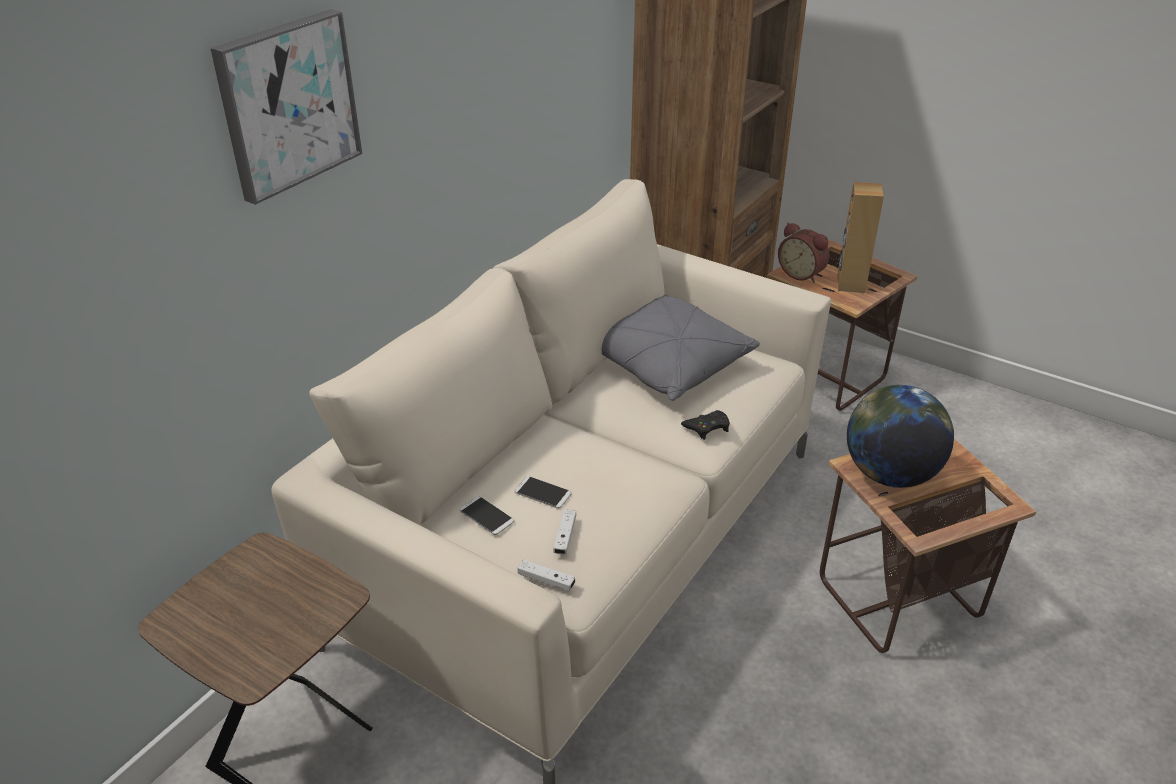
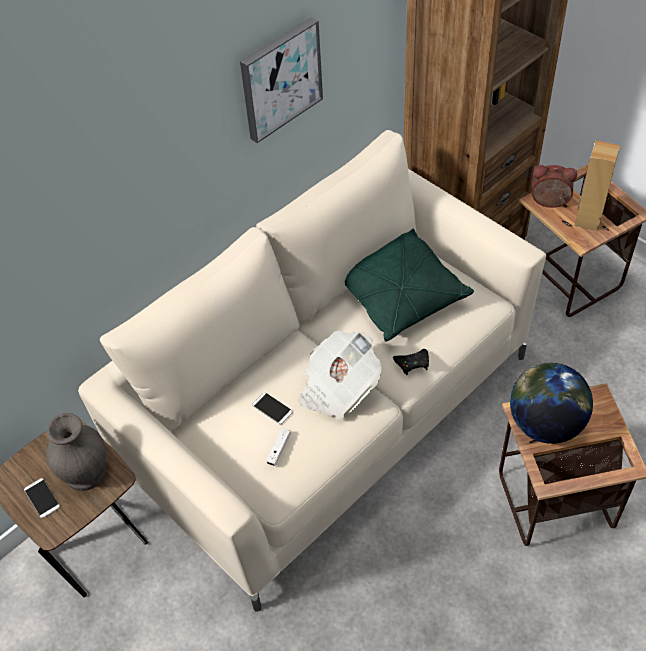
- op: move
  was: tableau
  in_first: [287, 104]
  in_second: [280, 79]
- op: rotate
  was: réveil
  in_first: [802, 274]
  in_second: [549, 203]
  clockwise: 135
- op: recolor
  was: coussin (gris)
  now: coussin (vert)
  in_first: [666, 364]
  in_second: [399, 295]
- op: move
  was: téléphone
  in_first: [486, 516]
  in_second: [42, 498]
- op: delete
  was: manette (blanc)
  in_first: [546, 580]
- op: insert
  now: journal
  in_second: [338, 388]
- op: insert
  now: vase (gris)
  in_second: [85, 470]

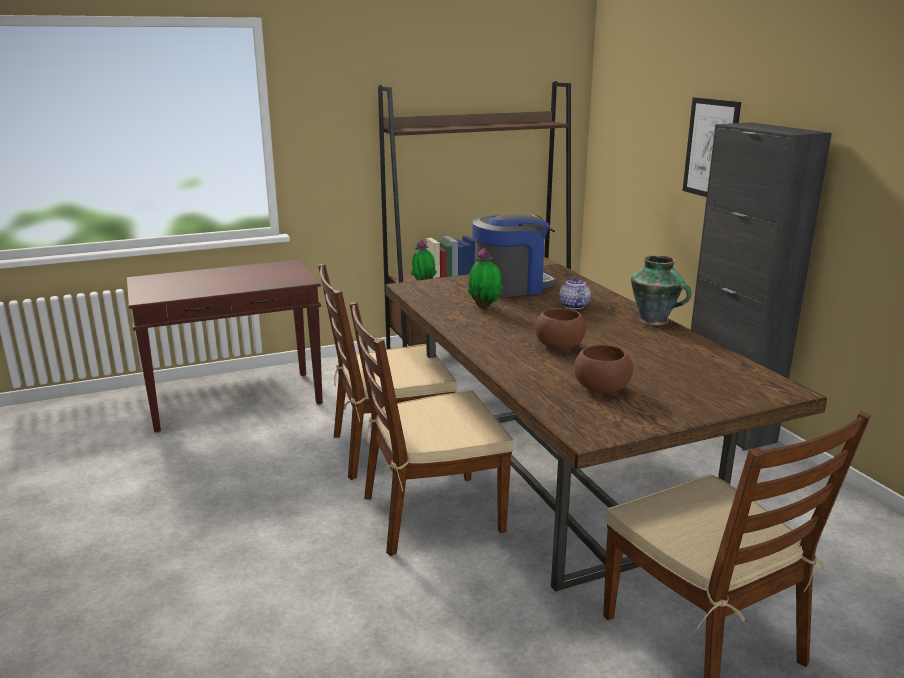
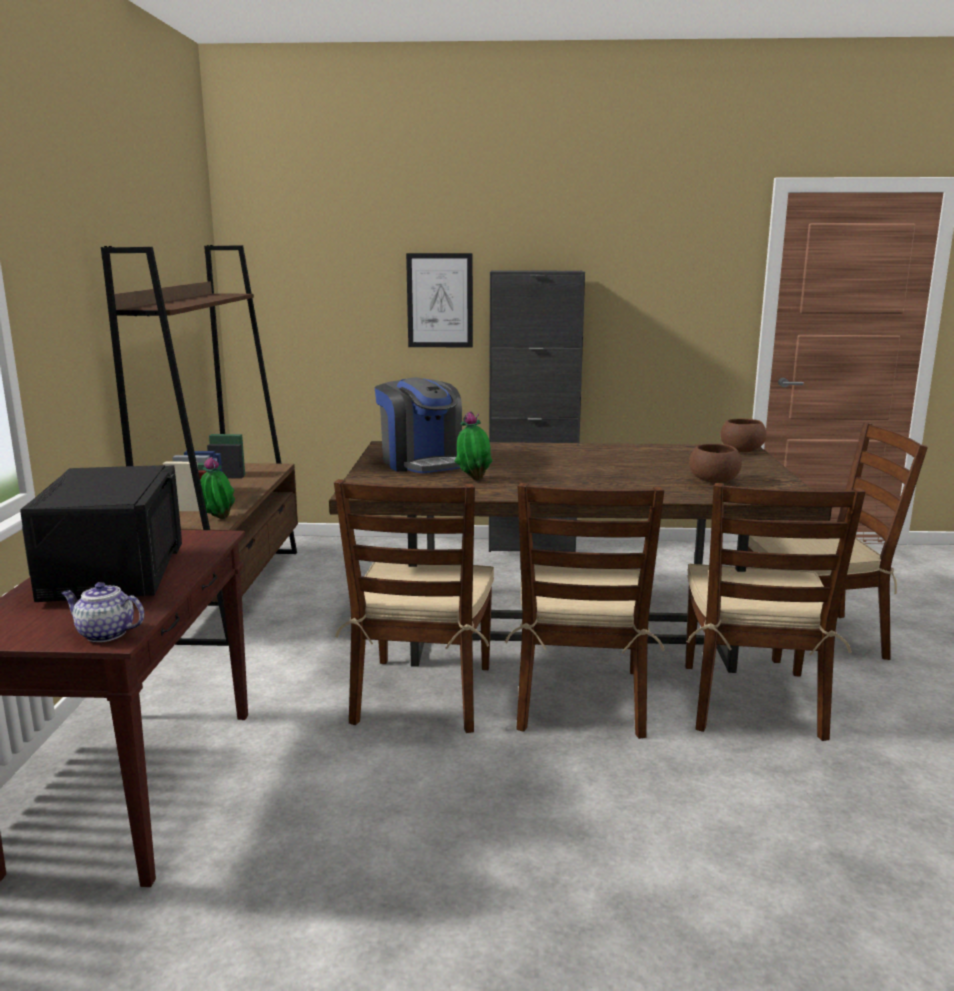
- op: rotate
  was: machine à café
  in_first: [511, 286]
  in_second: [421, 463]
  clockwise: 150
- op: delete
  was: vase
  in_first: [655, 321]
- op: move
  was: théière
  in_first: [573, 306]
  in_second: [104, 634]
- op: move
  was: bol (marron)
  in_first: [559, 346]
  in_second: [741, 450]
- op: insert
  now: micro-ondes (noir)
  in_second: [111, 575]
- op: insert
  now: chaise (marron)
  in_second: [751, 701]

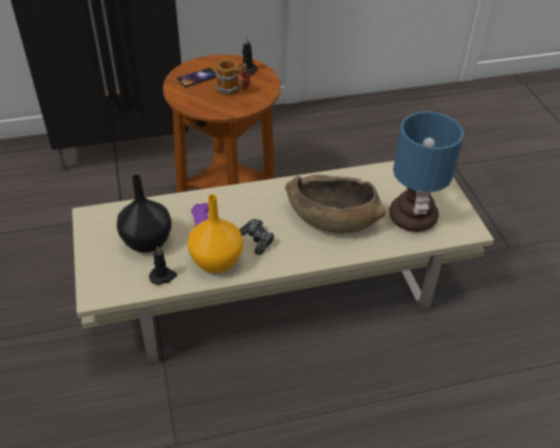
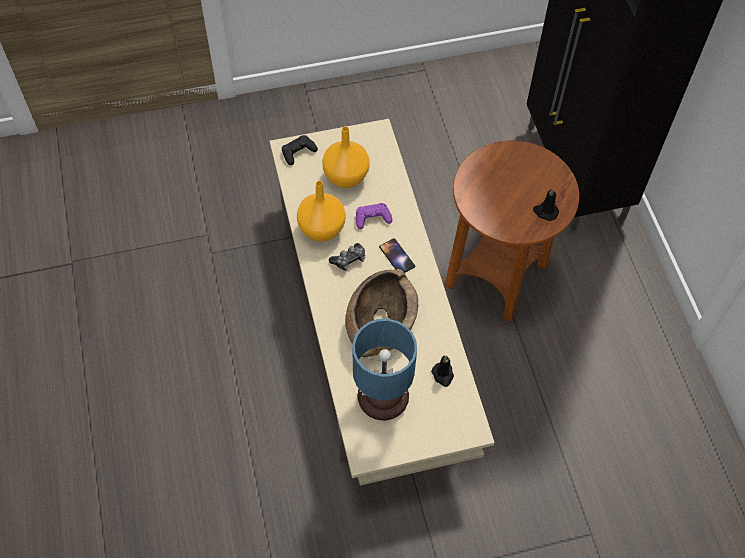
- op: delete
  was: mug
  in_first: [232, 90]
- op: move
  was: téléphone
  in_first: [197, 78]
  in_second: [397, 257]
- op: recolor
  was: vase (noir)
  now: vase (orange)
  in_first: [146, 241]
  in_second: [347, 176]
- op: move
  was: bougie (noir)
  in_first: [163, 276]
  in_second: [443, 375]
- op: insert
  now: manette (noir)
  in_second: [298, 152]

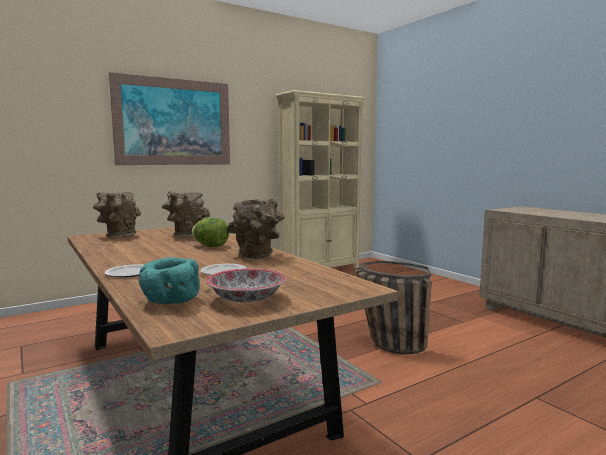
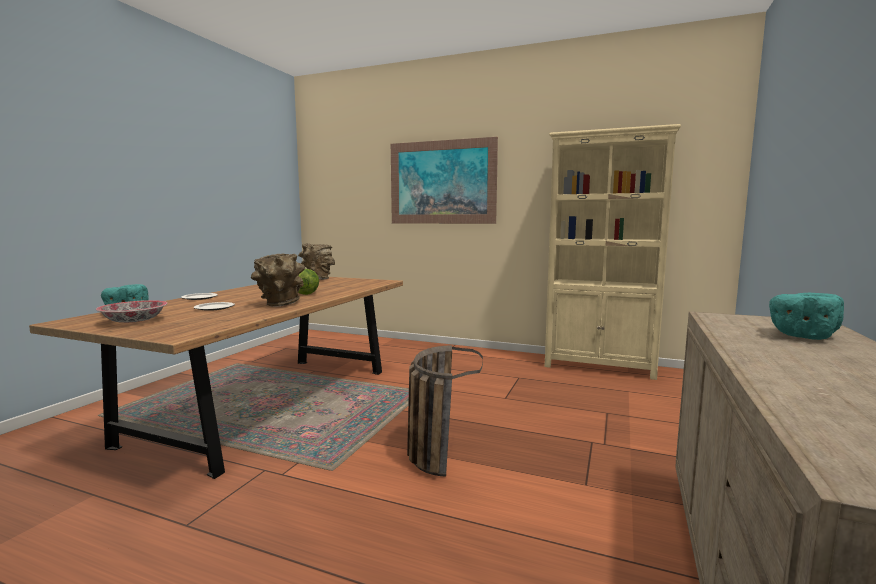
- op: delete
  was: vase (marron)
  in_first: [186, 236]
- op: insert
  now: bol (turquoise)
  in_second: [800, 336]

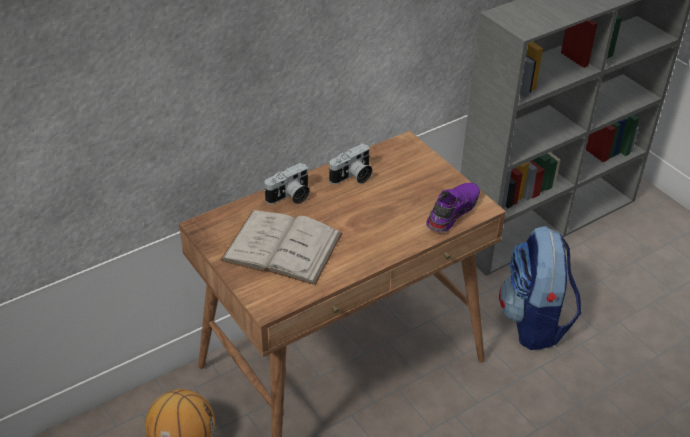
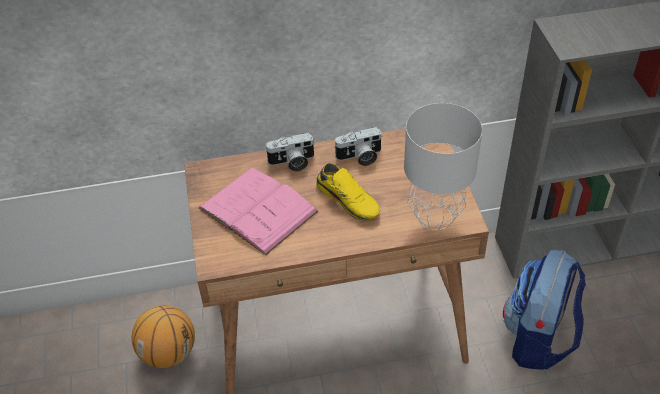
- op: replace
  was: chaussure (violet)
  now: lampe de table (gris)
  in_first: [451, 211]
  in_second: [433, 217]
- op: recolor
  was: livre (blanc)
  now: livre (rose)
  in_first: [282, 247]
  in_second: [258, 210]
- op: insert
  now: chaussure (jaune)
  in_second: [349, 200]

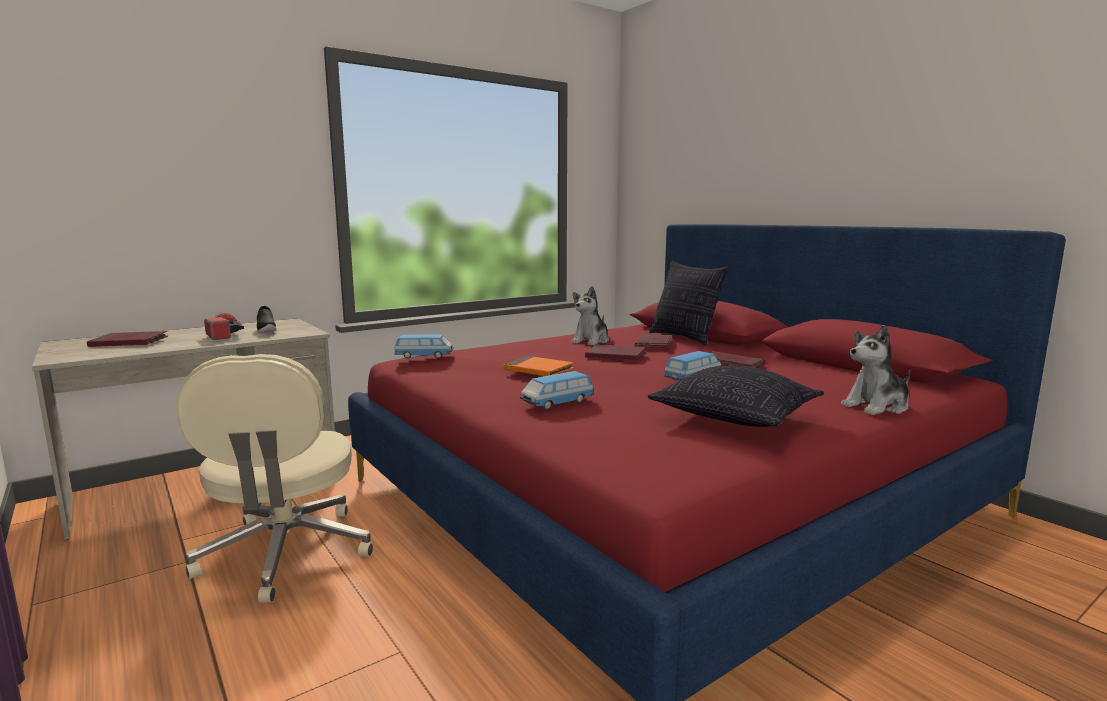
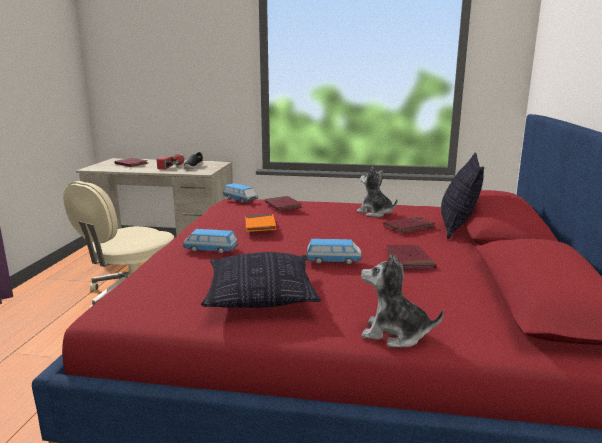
- op: rotate
  was: peluche
  in_first: [591, 341]
  in_second: [375, 213]
  clockwise: 60
- op: move
  was: livre (rouge)
  in_first: [615, 356]
  in_second: [283, 206]

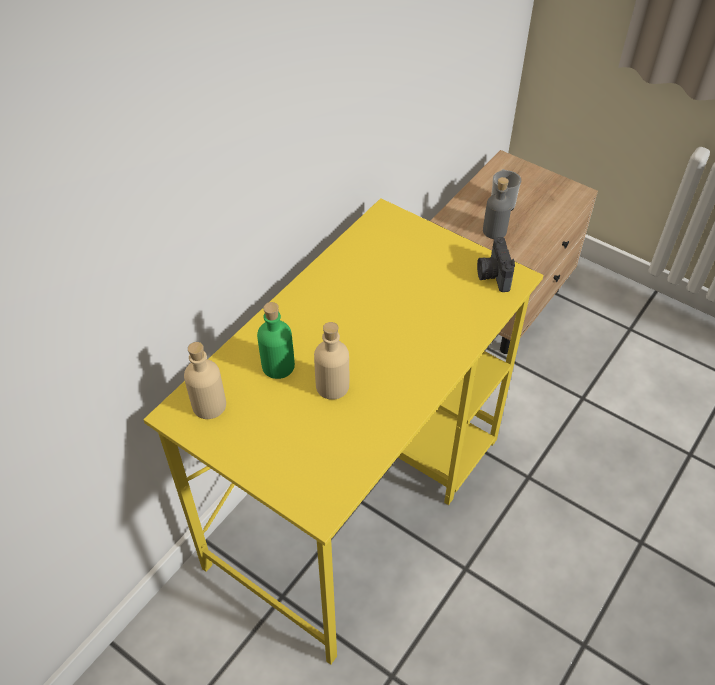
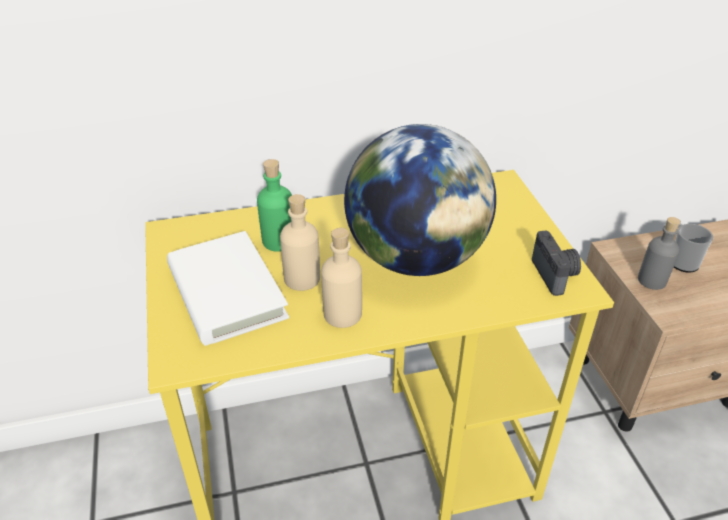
- op: rotate
  was: appareil photo
  in_first: [492, 275]
  in_second: [555, 275]
  clockwise: 135
- op: move
  was: bouteille (beige)
  in_first: [209, 405]
  in_second: [342, 314]
- op: insert
  now: globe
  in_second: [416, 258]
- op: insert
  now: livre (blanc)
  in_second: [226, 292]

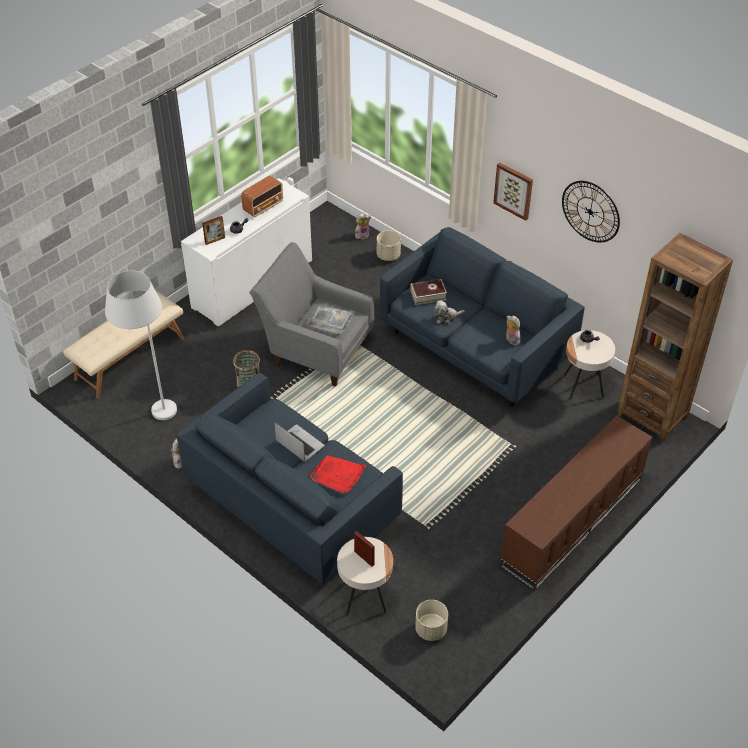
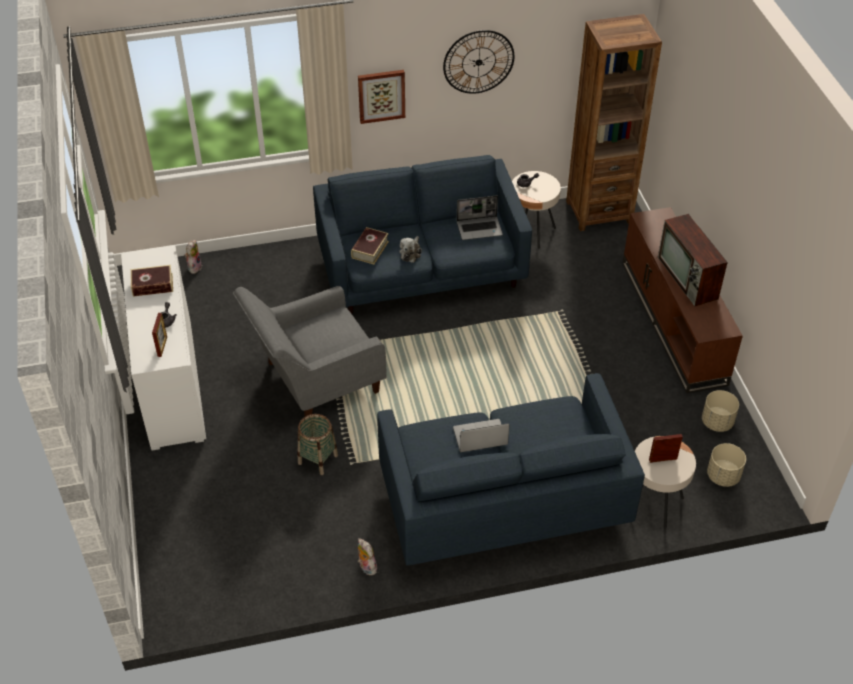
- op: replace
  was: radio
  now: livre
  in_first: [263, 206]
  in_second: [152, 285]
- op: move
  was: cache-pot (beige)
  in_first: [388, 256]
  in_second: [717, 422]
- op: delete
  was: lampadaire (blanc)
  in_first: [152, 405]
- op: delete
  was: banc (beige)
  in_first: [129, 358]
- op: delete
  was: plateau (gris)
  in_first: [330, 321]
- op: replace
  was: peluche
  now: ordinateur portable
  in_first: [511, 340]
  in_second: [479, 228]
- op: delete
  was: plateau (rouge)
  in_first: [337, 475]
- op: insert
  now: téléviseur
  in_second: [688, 279]

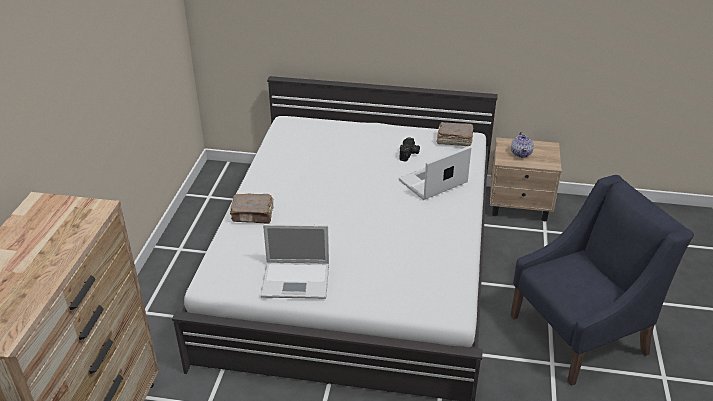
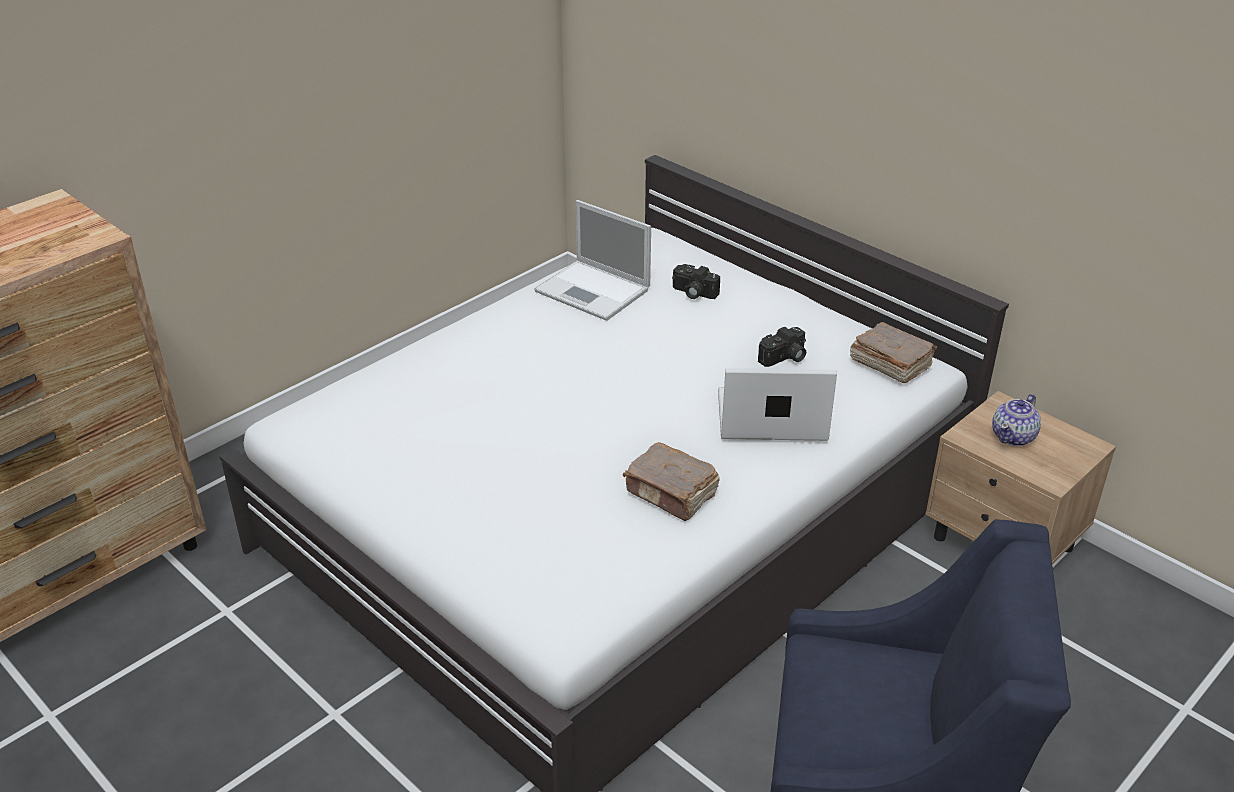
- op: move
  was: livre (marron)
  in_first: [253, 215]
  in_second: [671, 494]
- op: move
  was: ordinateur portable
  in_first: [297, 280]
  in_second: [594, 291]
- op: insert
  now: appareil photo
  in_second: [693, 293]

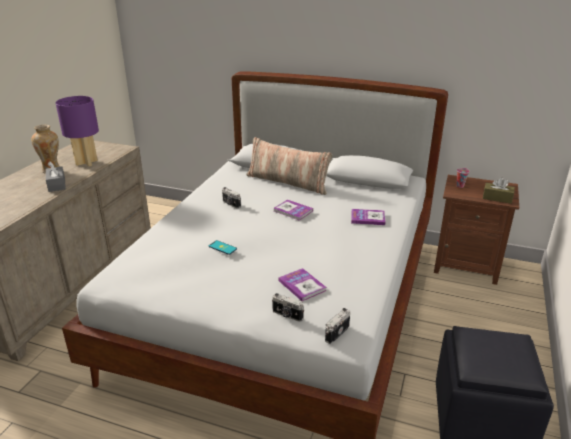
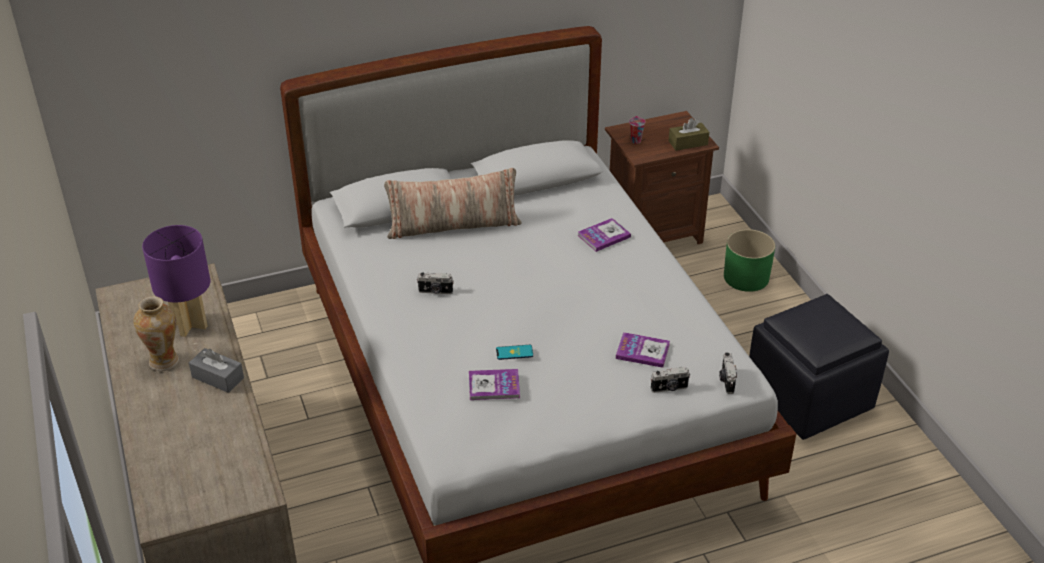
- op: move
  was: livre
  in_first: [293, 211]
  in_second: [494, 386]
- op: insert
  now: cache-pot (vert)
  in_second: [746, 277]

